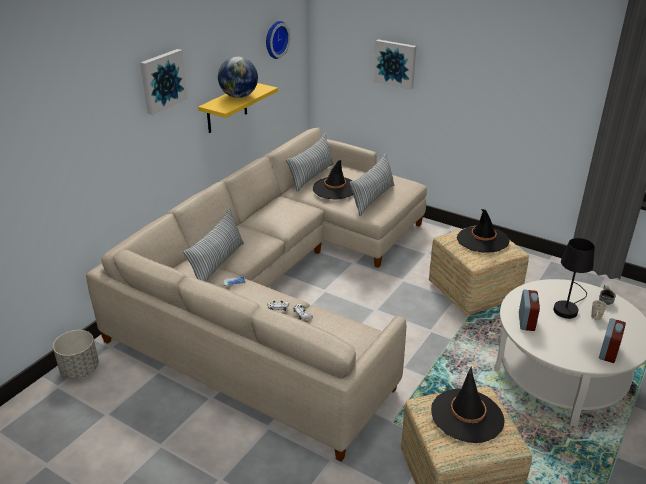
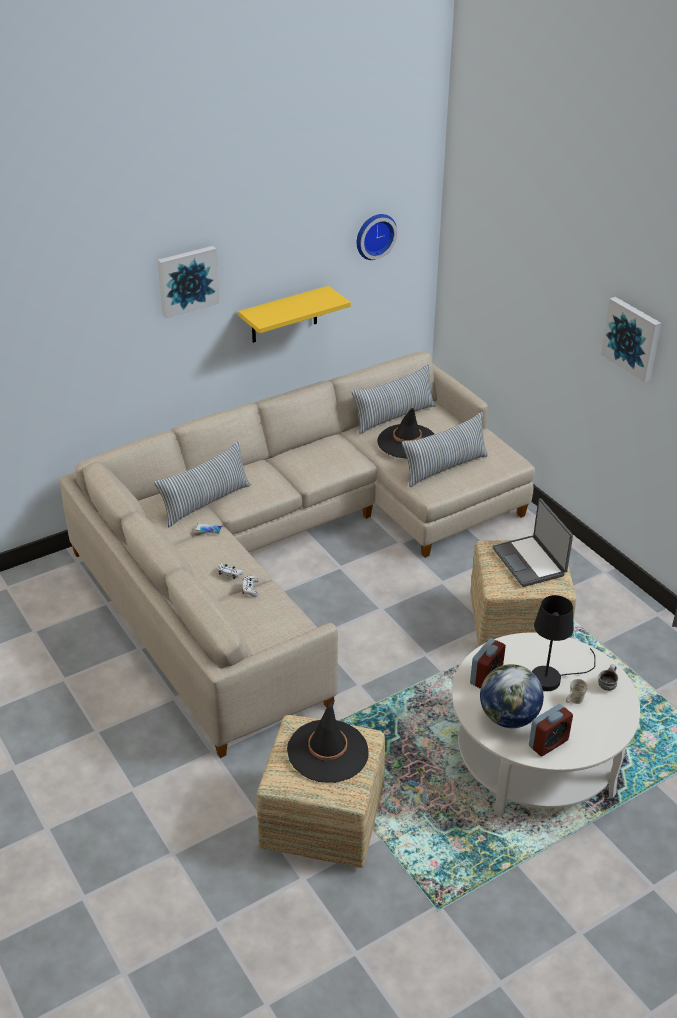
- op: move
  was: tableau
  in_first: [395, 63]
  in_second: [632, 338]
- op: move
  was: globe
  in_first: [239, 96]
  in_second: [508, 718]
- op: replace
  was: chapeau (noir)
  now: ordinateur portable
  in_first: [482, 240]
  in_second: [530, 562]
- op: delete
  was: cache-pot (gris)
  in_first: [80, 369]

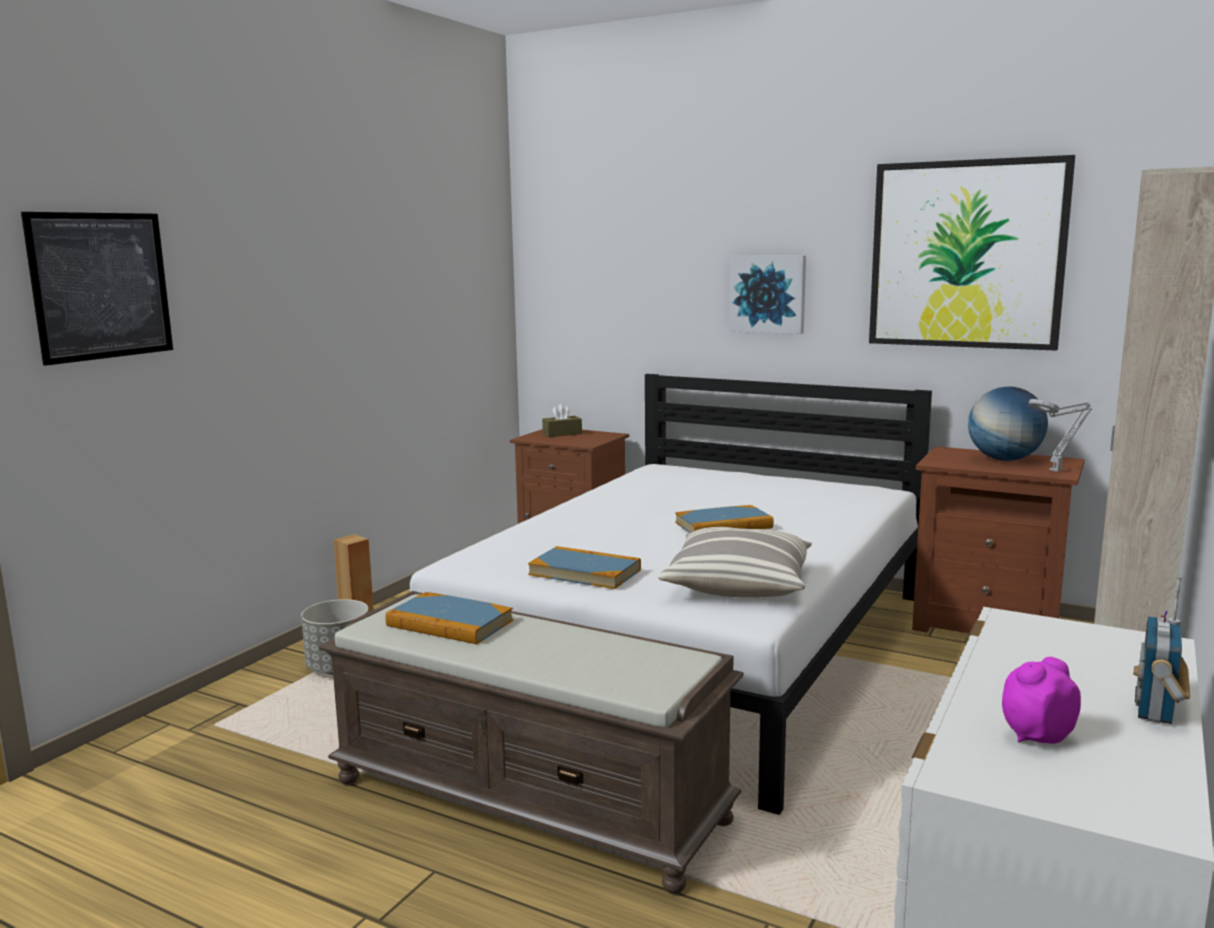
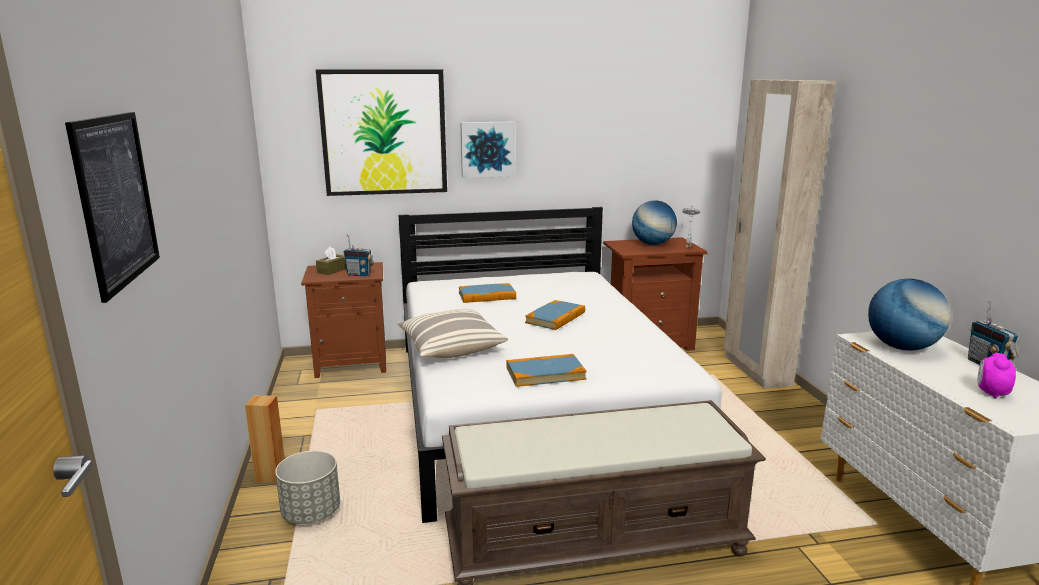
- op: move
  was: tableau
  in_first: [966, 255]
  in_second: [384, 132]
- op: move
  was: coussin
  in_first: [738, 584]
  in_second: [450, 347]
- op: move
  was: livre
  in_first: [449, 623]
  in_second: [487, 296]
- op: insert
  now: radio
  in_second: [359, 274]
- op: insert
  now: globe
  in_second: [902, 347]

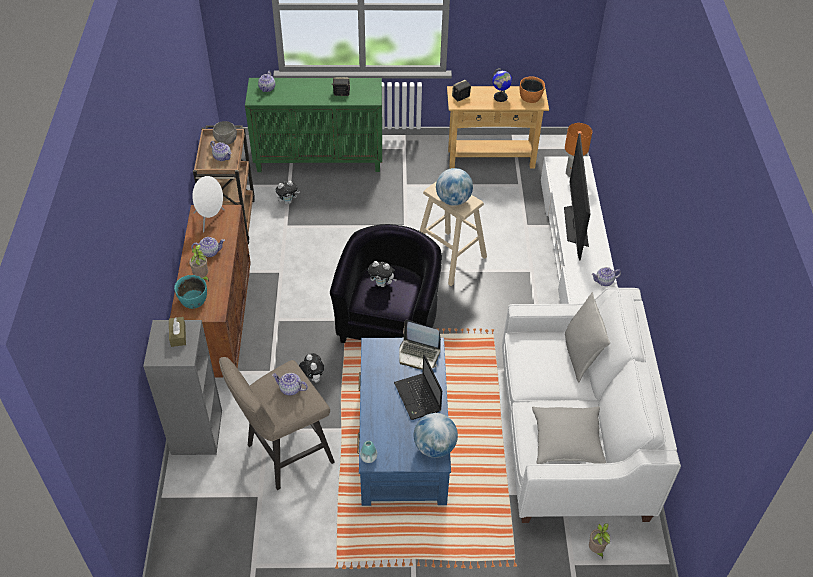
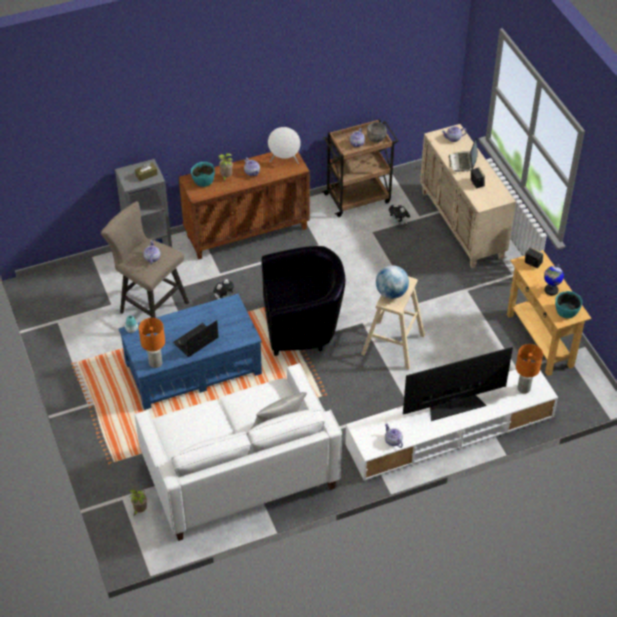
- op: recolor
  was: bol (orange)
  now: bol (turquoise)
  in_first: [531, 97]
  in_second: [566, 311]
- op: recolor
  was: meuble de rangement (vert)
  now: meuble de rangement (beige)
  in_first: [320, 159]
  in_second: [462, 225]
- op: delete
  was: peluche
  in_first: [382, 284]
- op: move
  was: ordinateur portable
  in_first: [419, 354]
  in_second: [463, 162]
- op: delete
  was: coussin (gris)
  in_first: [567, 442]
- op: replace
  was: globe
  now: lampe de table (orange)
  in_first: [434, 447]
  in_second: [155, 363]

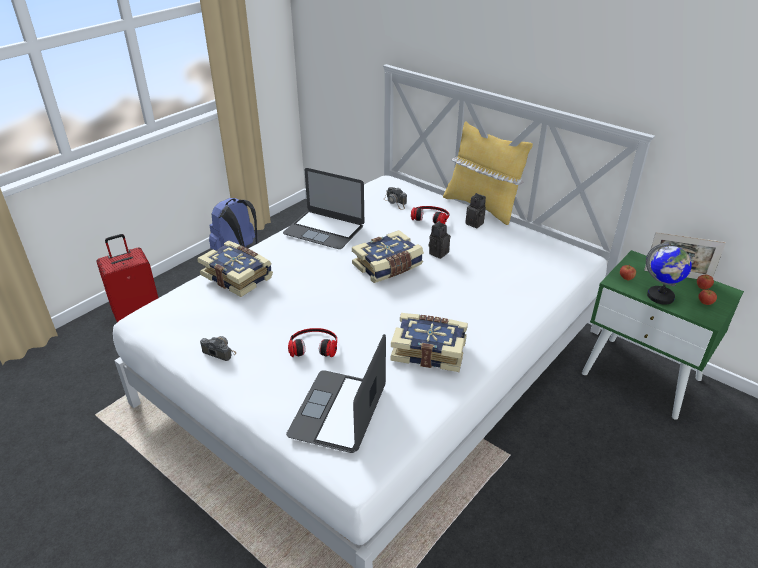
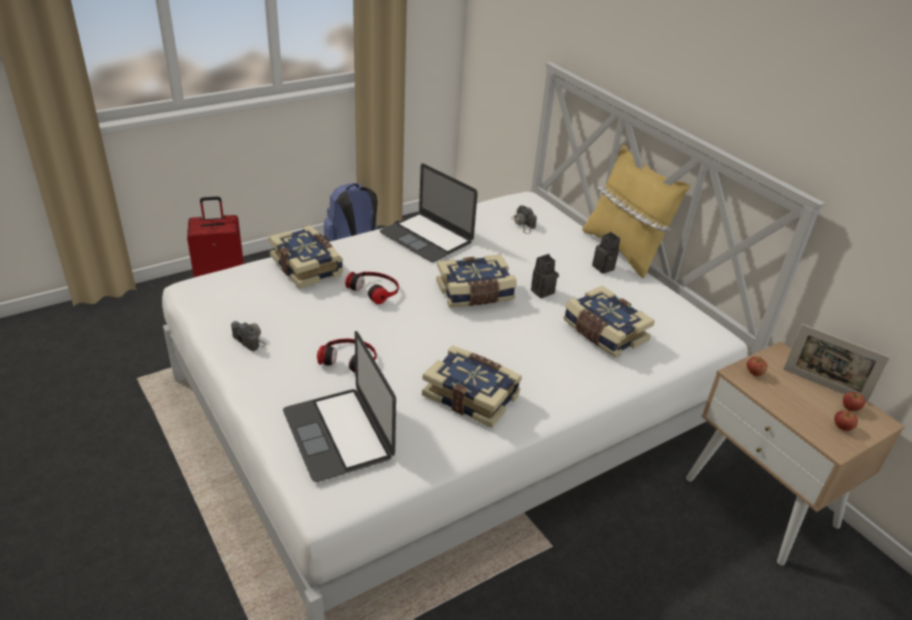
- op: move
  was: casque audio
  in_first: [431, 217]
  in_second: [375, 289]
- op: delete
  was: globe
  in_first: [660, 296]
- op: recolor
  was: table de chevet (vert)
  now: table de chevet (beige)
  in_first: [642, 376]
  in_second: [762, 502]
- op: rotate
  was: ordinateur portable
  in_first: [338, 411]
  in_second: [338, 433]
  clockwise: -60
- op: insert
  now: livre
  in_second: [603, 333]

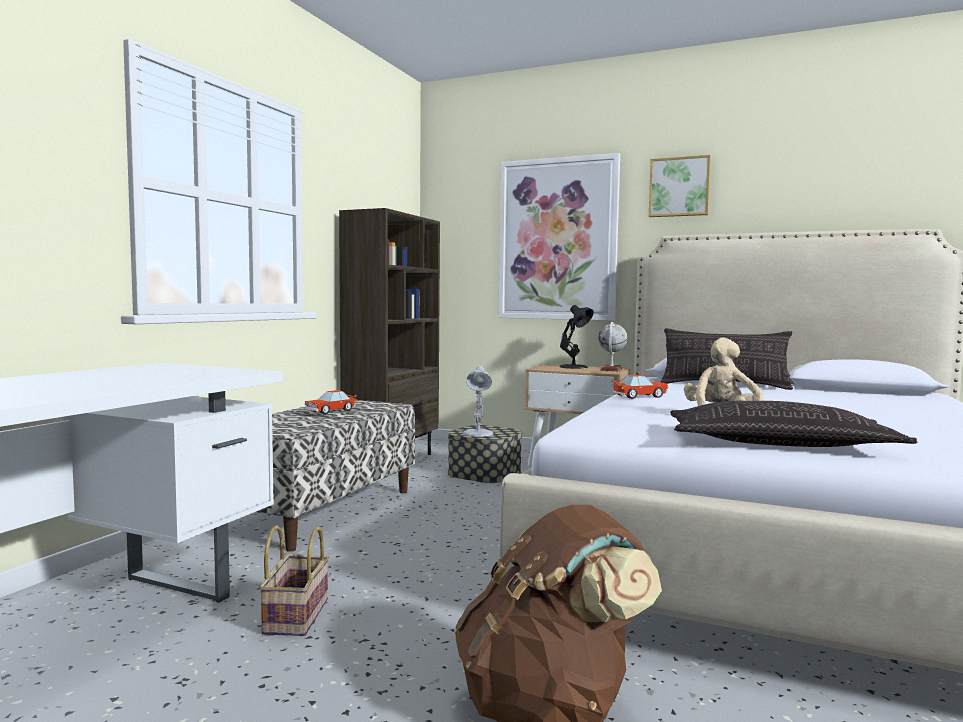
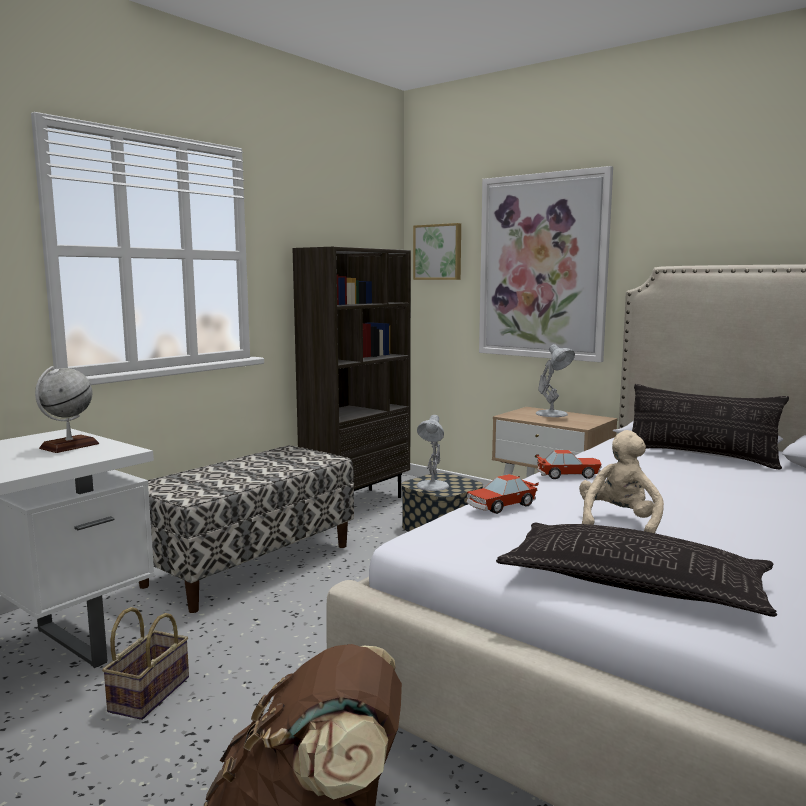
- op: move
  was: tableau
  in_first: [679, 187]
  in_second: [438, 252]
- op: recolor
  was: lampe de table (noir)
  now: lampe de table (blanc)
  in_first: [575, 367]
  in_second: [553, 414]
- op: move
  was: globe
  in_first: [611, 369]
  in_second: [69, 446]
- op: move
  was: petite voiture
  in_first: [330, 411]
  in_second: [501, 506]

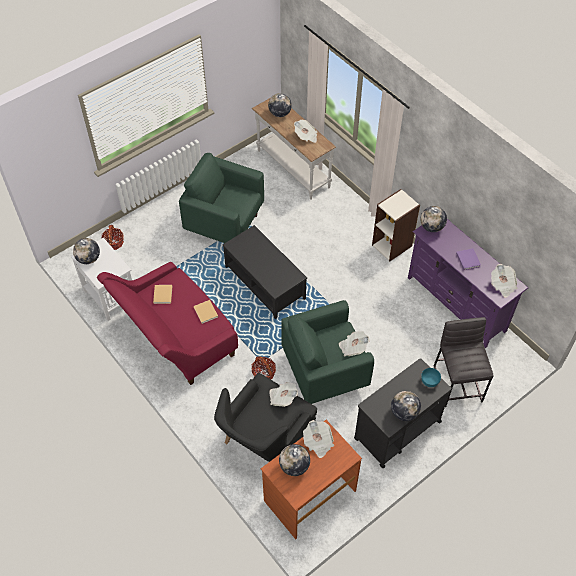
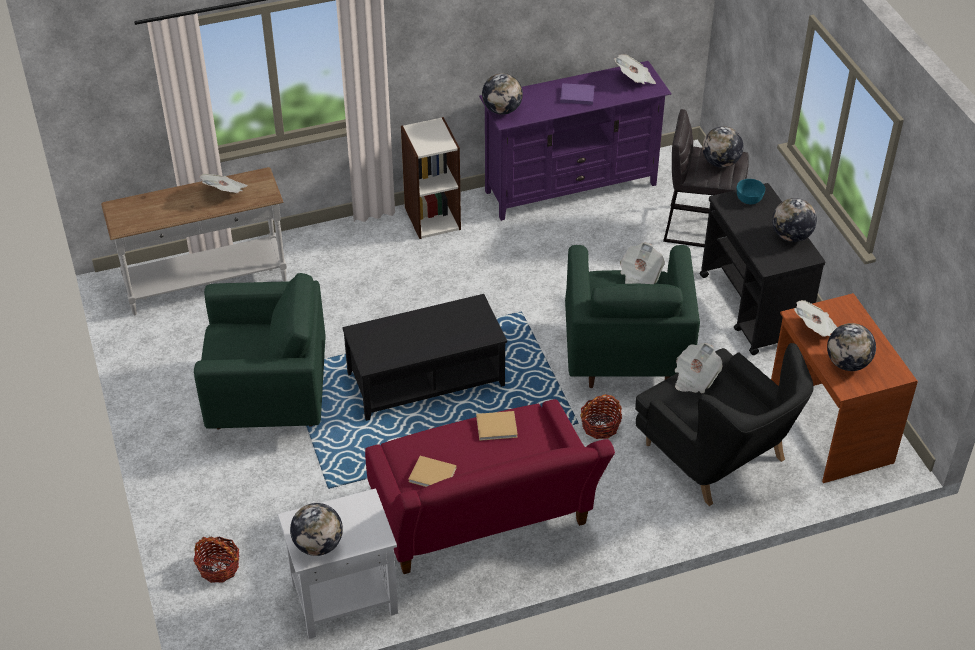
- op: move
  was: globe
  in_first: [280, 113]
  in_second: [720, 163]
- op: rotate
  was: fauteuil (vert)
  in_first: [225, 222]
  in_second: [268, 398]
  clockwise: -135

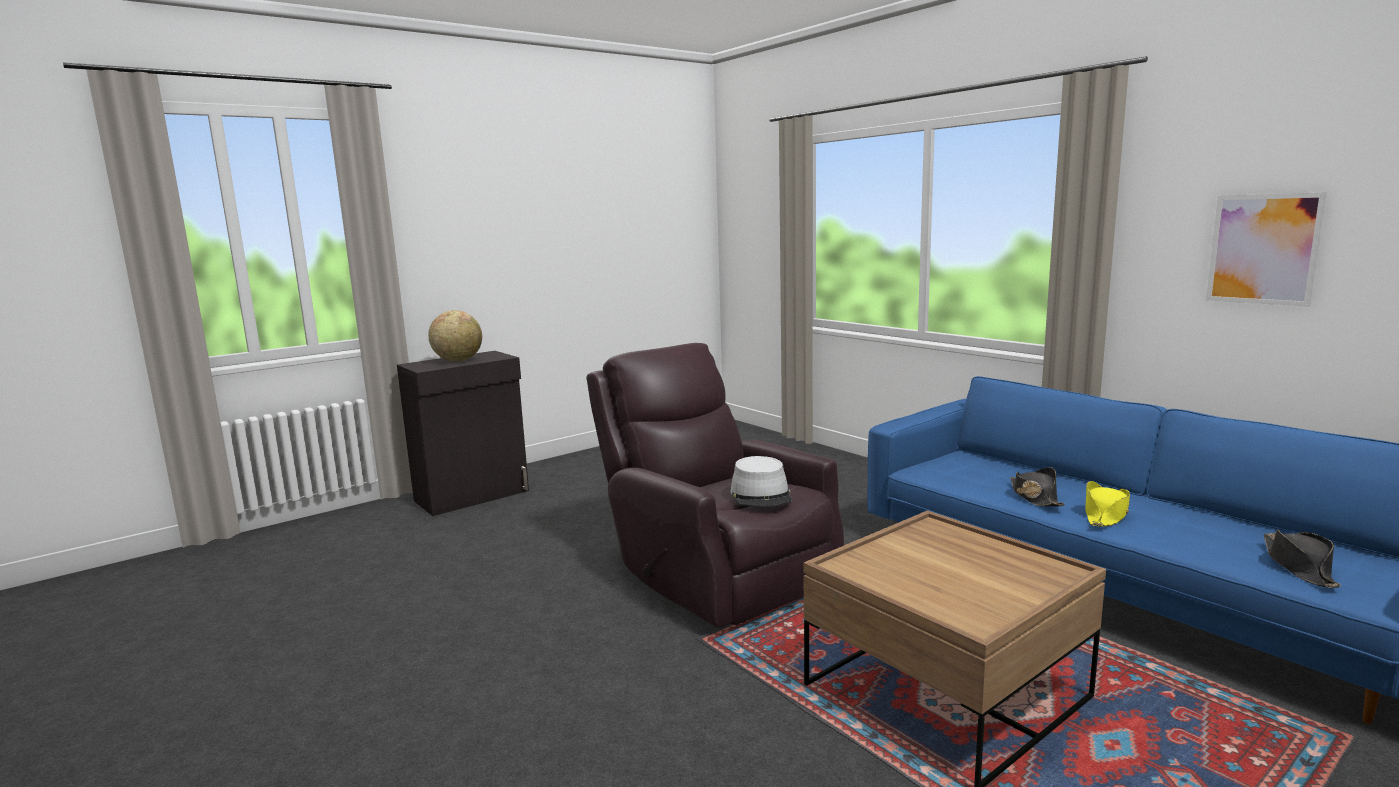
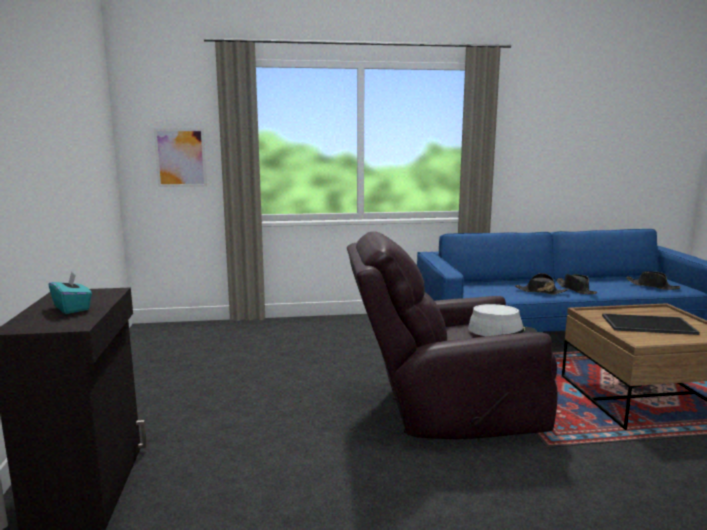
- op: move
  was: tableau
  in_first: [1263, 249]
  in_second: [181, 157]
- op: replace
  was: globe
  now: boîte à mouchoirs (turquoise)
  in_first: [458, 361]
  in_second: [72, 308]
- op: recolor
  was: chapeau (jaune)
  now: chapeau (noir)
  in_first: [1105, 514]
  in_second: [575, 289]
- op: insert
  now: plateau
  in_second: [647, 325]

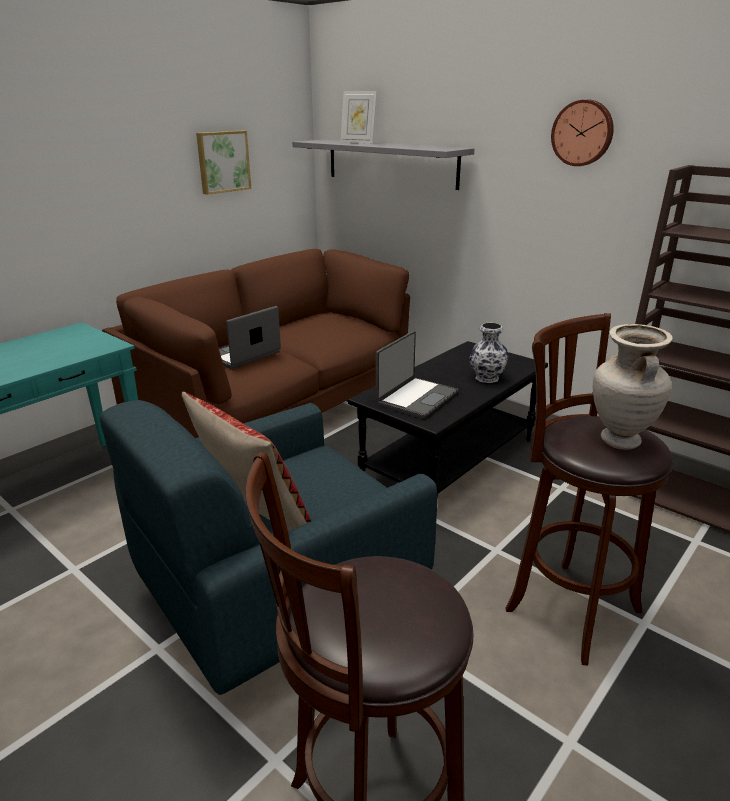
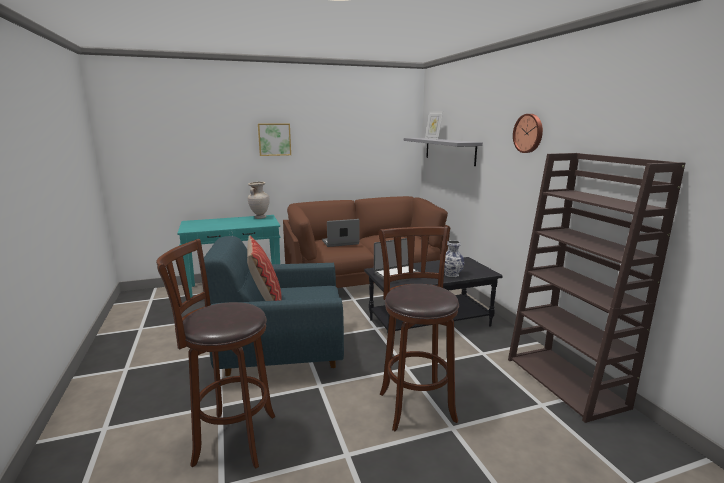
- op: move
  was: tableau
  in_first: [222, 161]
  in_second: [274, 139]
- op: move
  was: vase (beige)
  in_first: [618, 441]
  in_second: [259, 217]

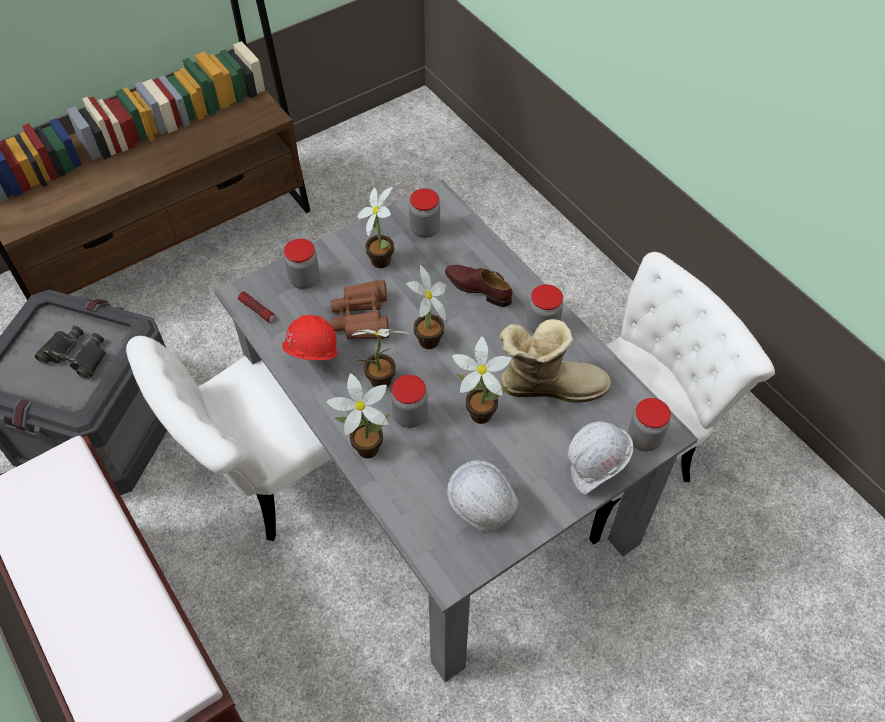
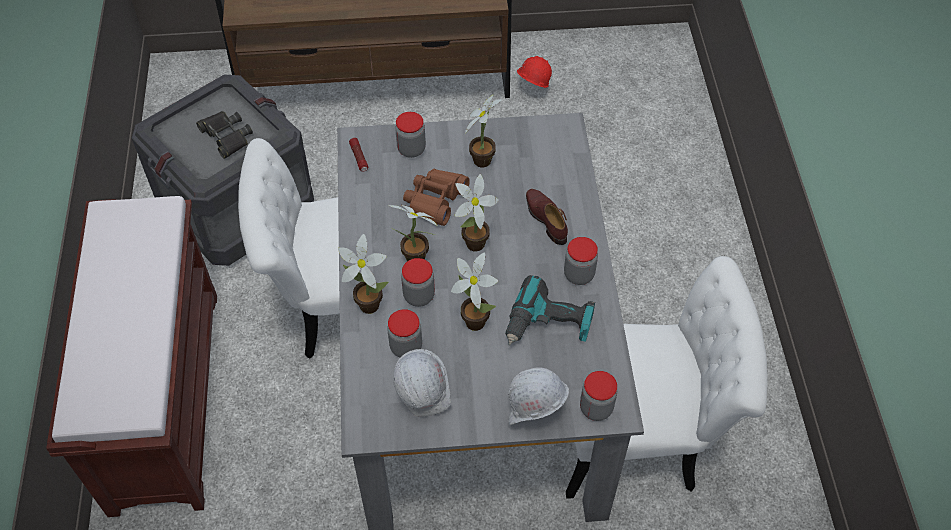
- op: move
  was: bocal
  in_first: [425, 229]
  in_second: [406, 347]
- op: move
  was: casque de chantier (rouge)
  in_first: [311, 362]
  in_second: [532, 89]
- op: replace
  was: botte
  now: perceuse
  in_first: [549, 384]
  in_second: [549, 325]

